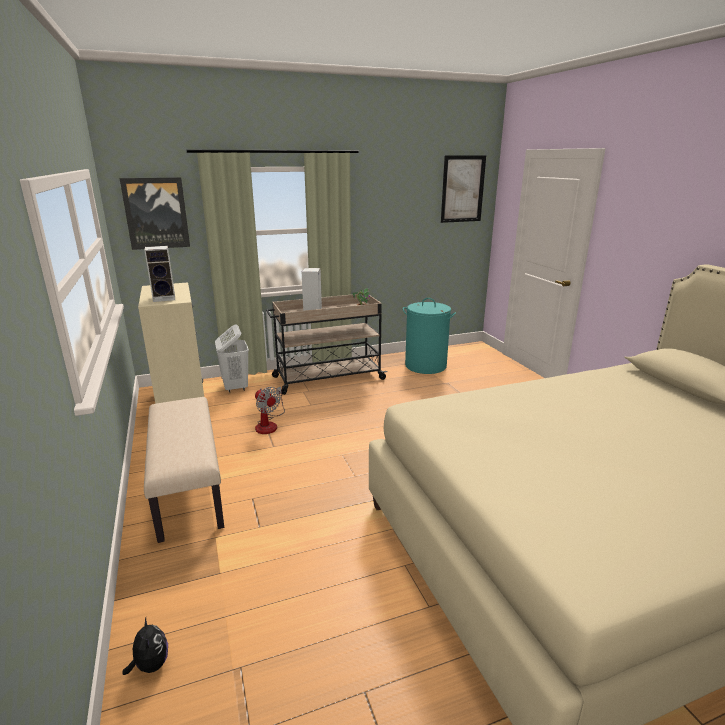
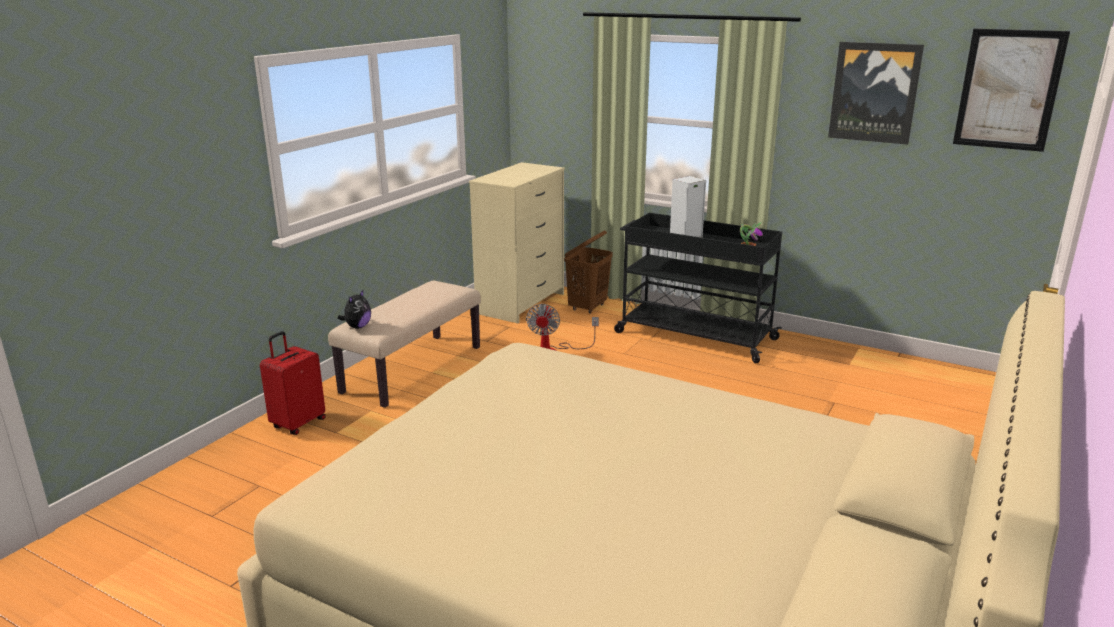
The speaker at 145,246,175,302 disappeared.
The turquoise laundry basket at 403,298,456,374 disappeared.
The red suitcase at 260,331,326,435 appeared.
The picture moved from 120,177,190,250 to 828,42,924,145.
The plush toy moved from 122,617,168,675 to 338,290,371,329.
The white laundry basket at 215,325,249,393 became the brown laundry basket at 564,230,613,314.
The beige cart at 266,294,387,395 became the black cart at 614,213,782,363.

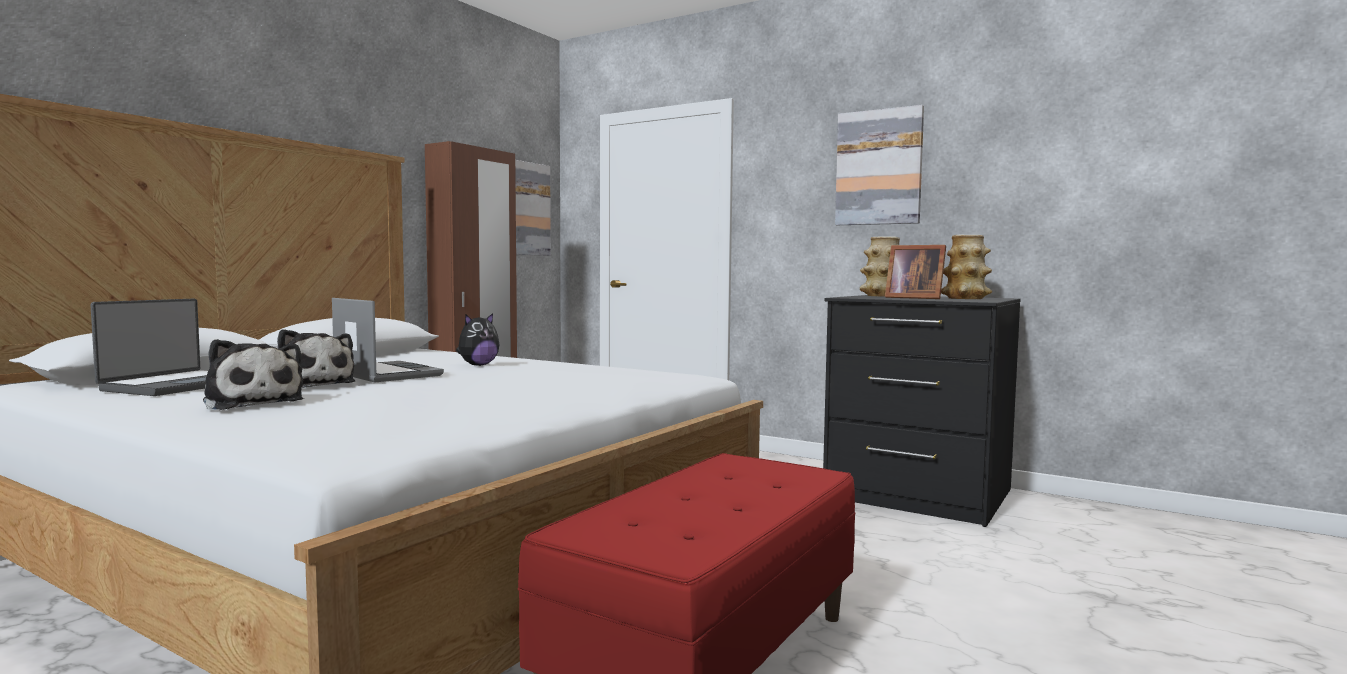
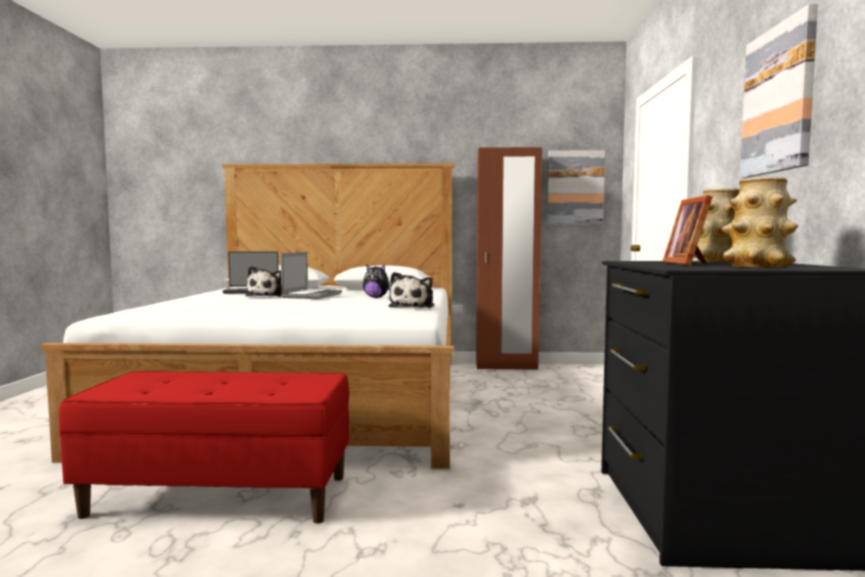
The plush toy moved from 203,339,304,410 to 389,272,434,308.

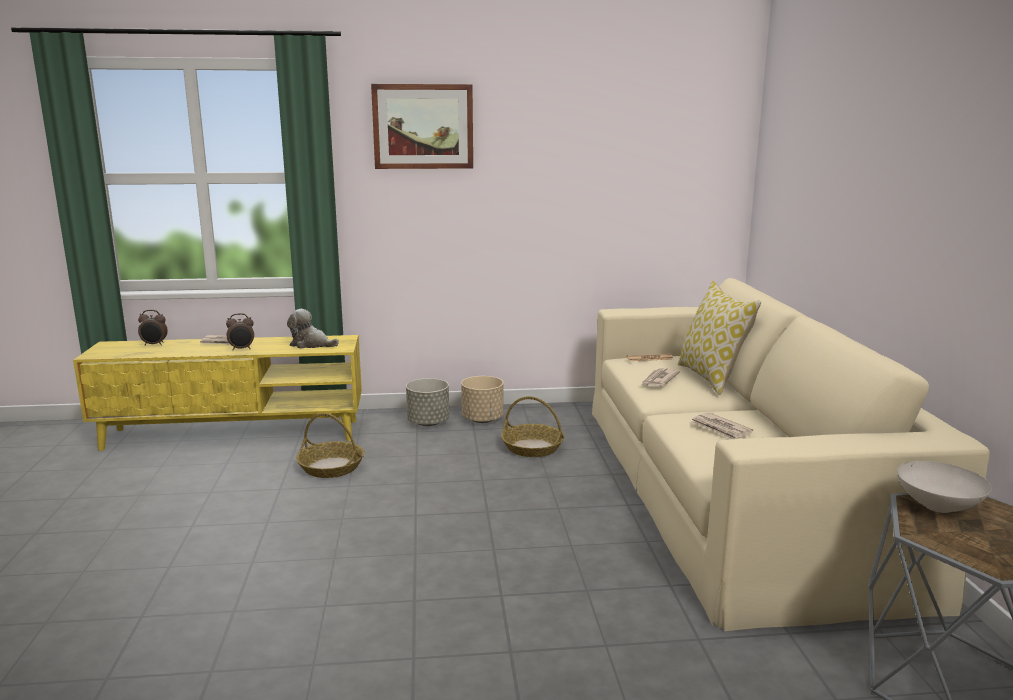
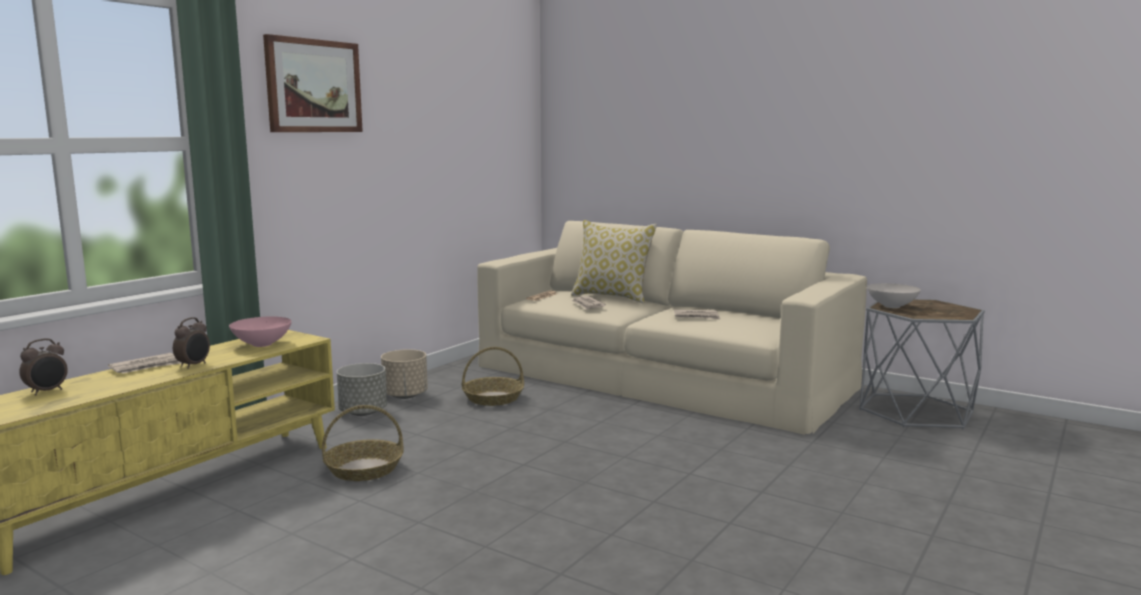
The plush toy at 287,309,339,348 was replaced by the pink bowl at 229,317,292,347.

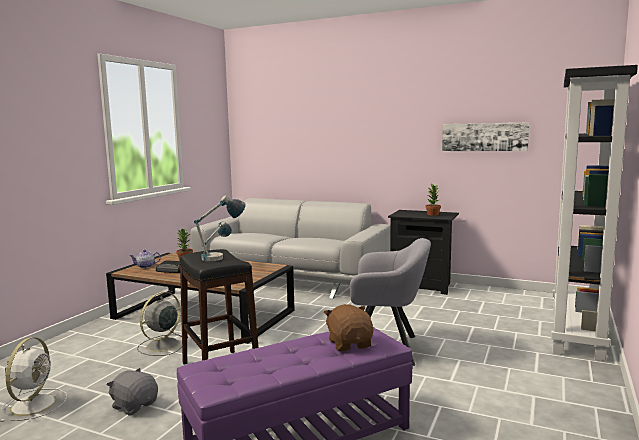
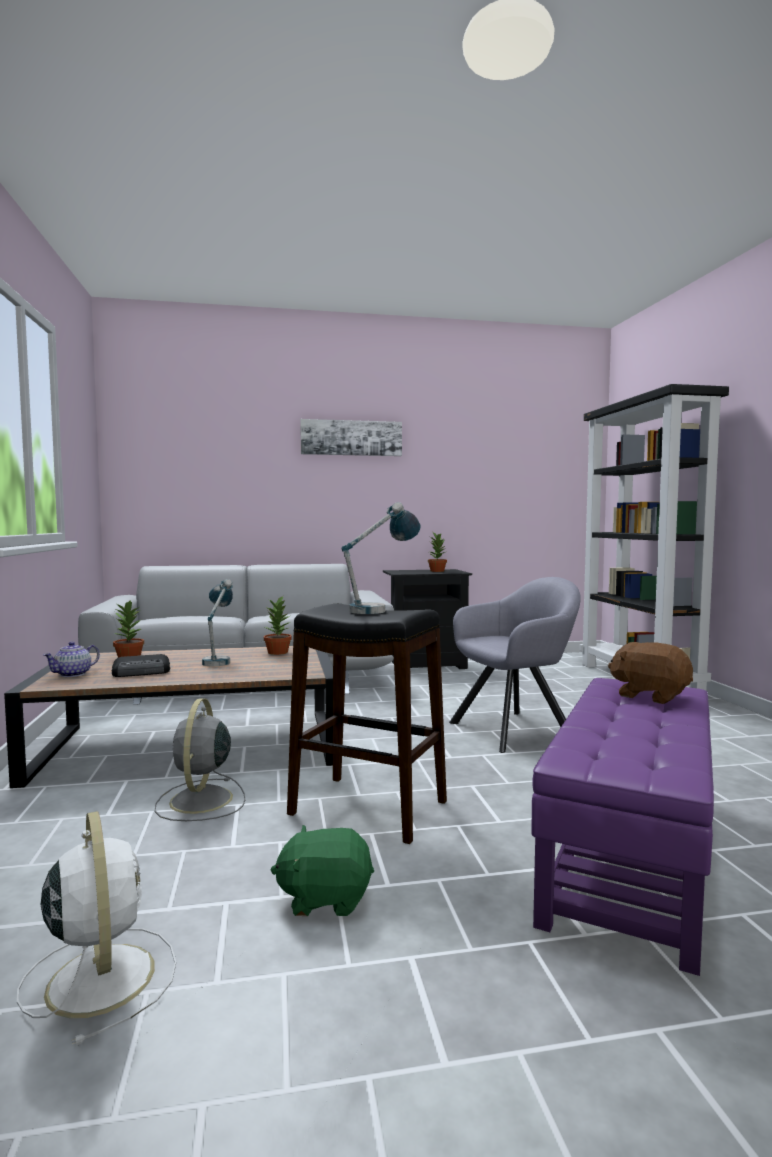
The potted plant at 264,596,292,655 appeared.
The picture moved from 442,122,529,151 to 300,419,402,456.
The grey plush toy at 107,368,158,416 became the green plush toy at 271,825,374,916.

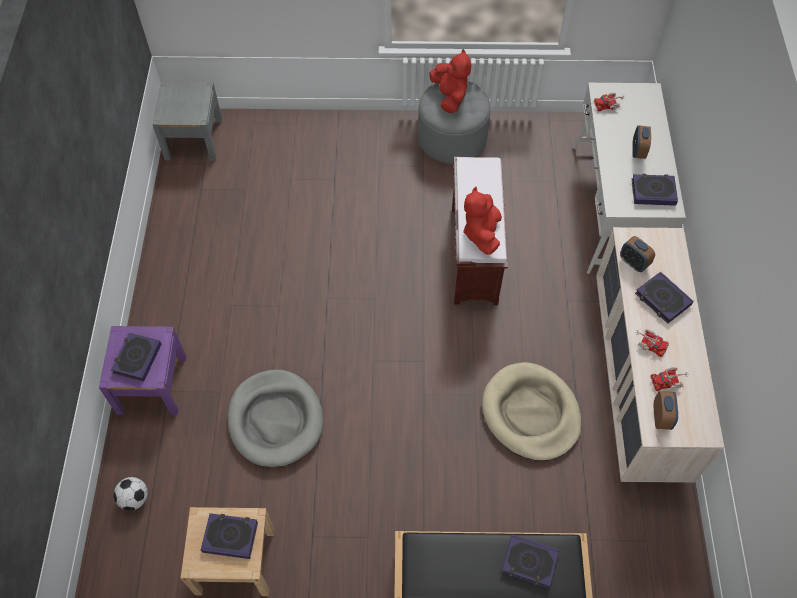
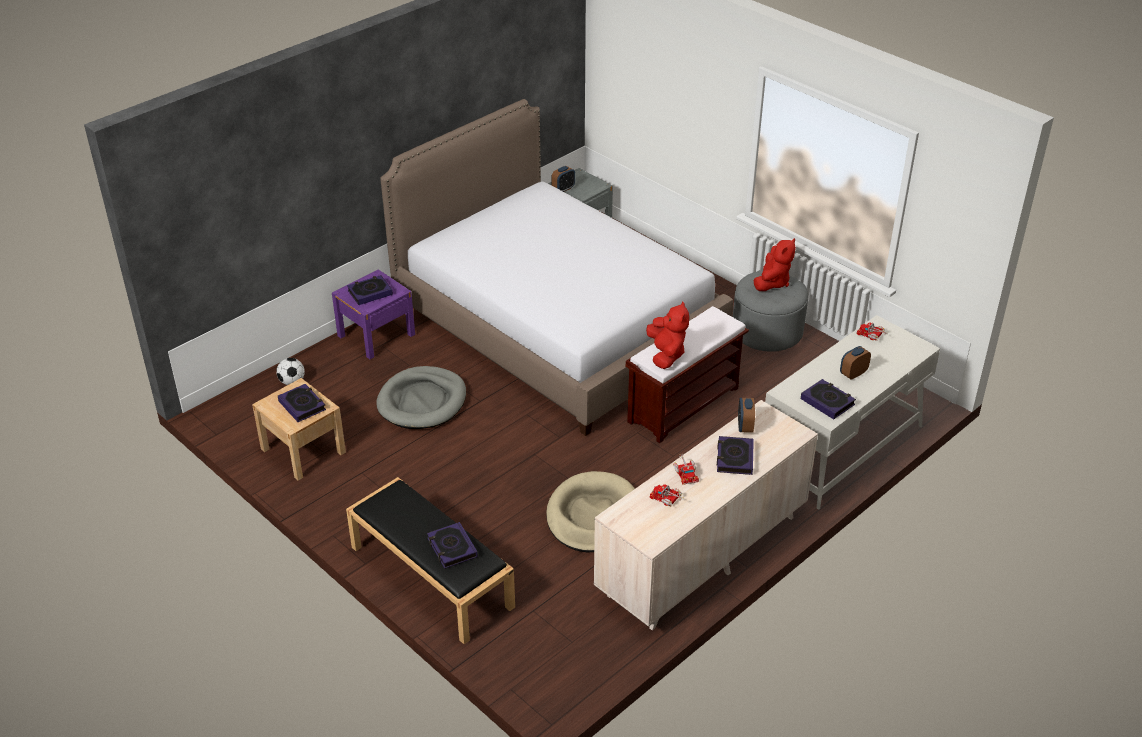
The bed at 380,99,733,436 appeared.
The alarm clock moved from 653,391,678,430 to 551,166,575,192.
The red plush toy at 463,186,502,255 turned 120 degrees clockwise.

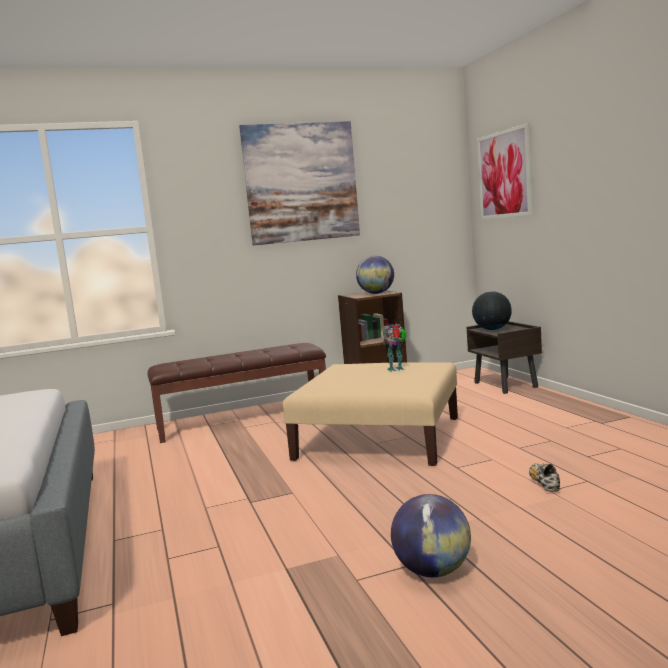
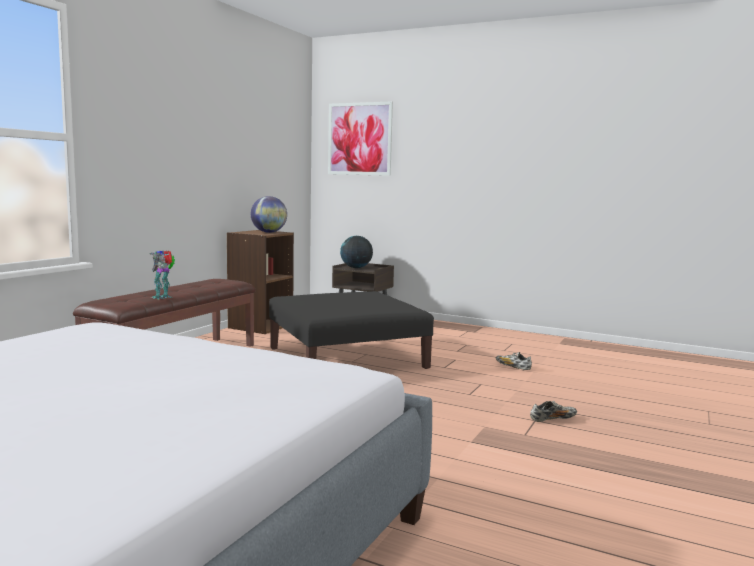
The picture at 239,121,360,245 disappeared.
The toy robot moved from 382,324,407,372 to 150,250,175,299.
The globe at 391,494,471,577 was replaced by the shoe at 530,401,577,422.
The beige ottoman at 283,362,458,466 became the black ottoman at 269,291,434,369.

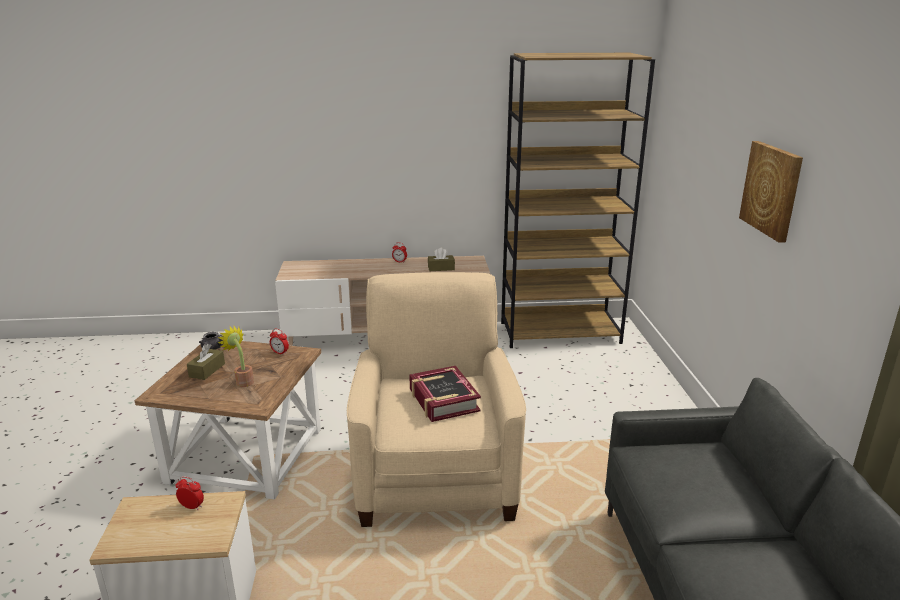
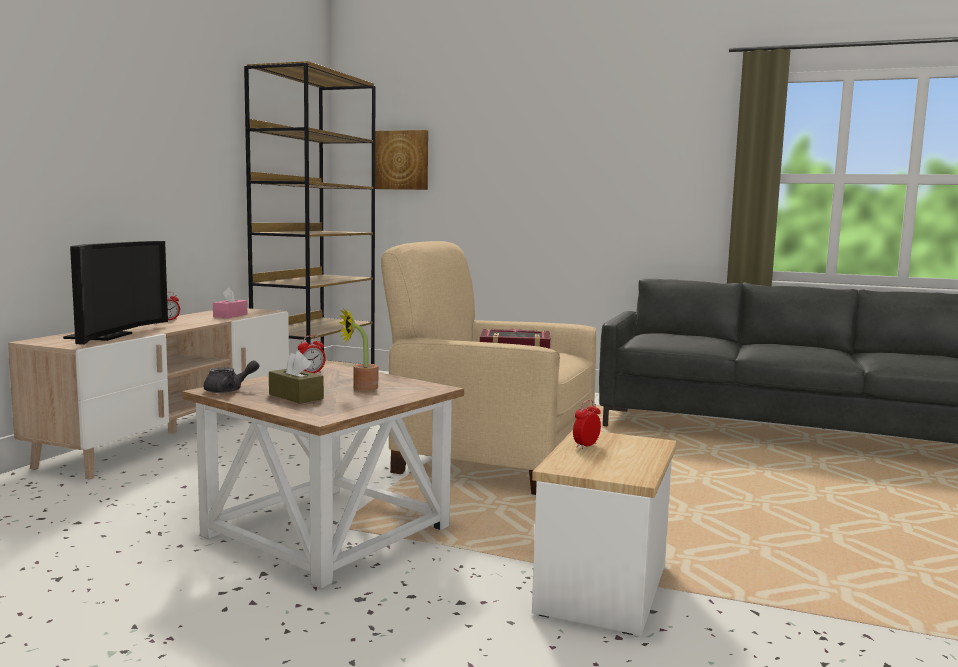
The television at 63,241,168,345 appeared.
The picture moved from 739,141,803,243 to 375,130,428,190.
The brown tissue box at 428,247,455,271 became the pink tissue box at 213,288,247,318.

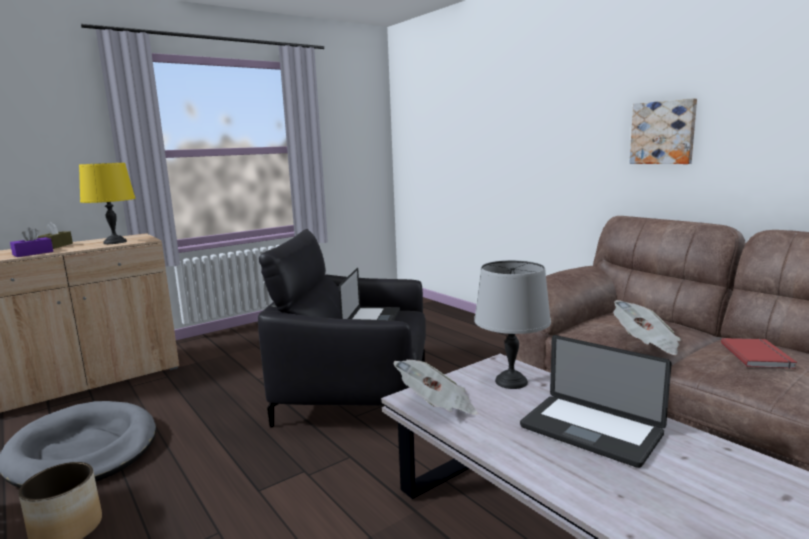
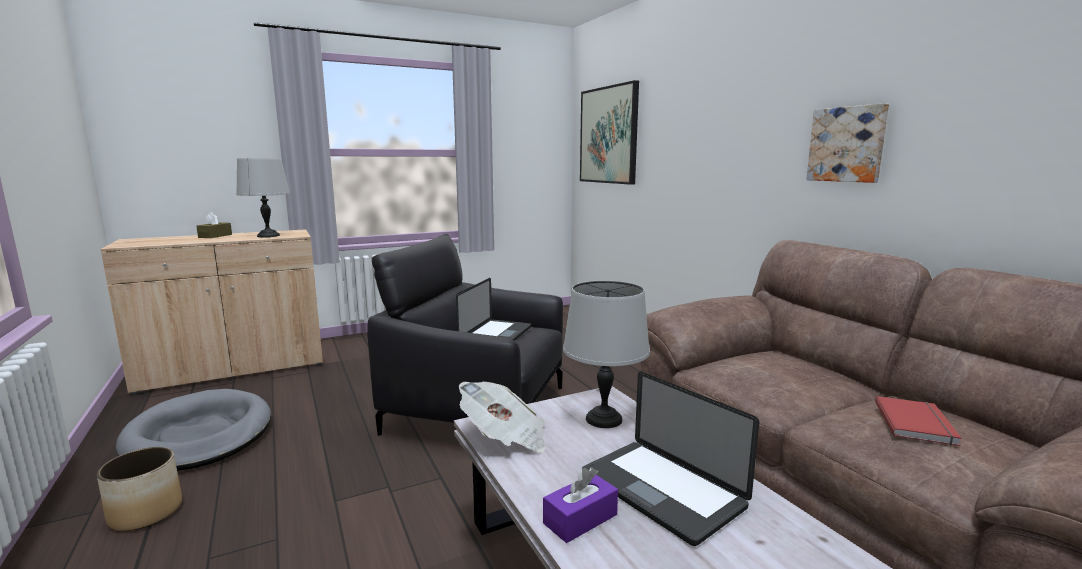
The newspaper at 613,300,681,355 disappeared.
The picture at 580,80,639,185 appeared.
The purple tissue box moved from 10,227,53,257 to 543,467,618,543.
The yellow table lamp at 79,163,135,244 became the grey table lamp at 236,158,290,237.

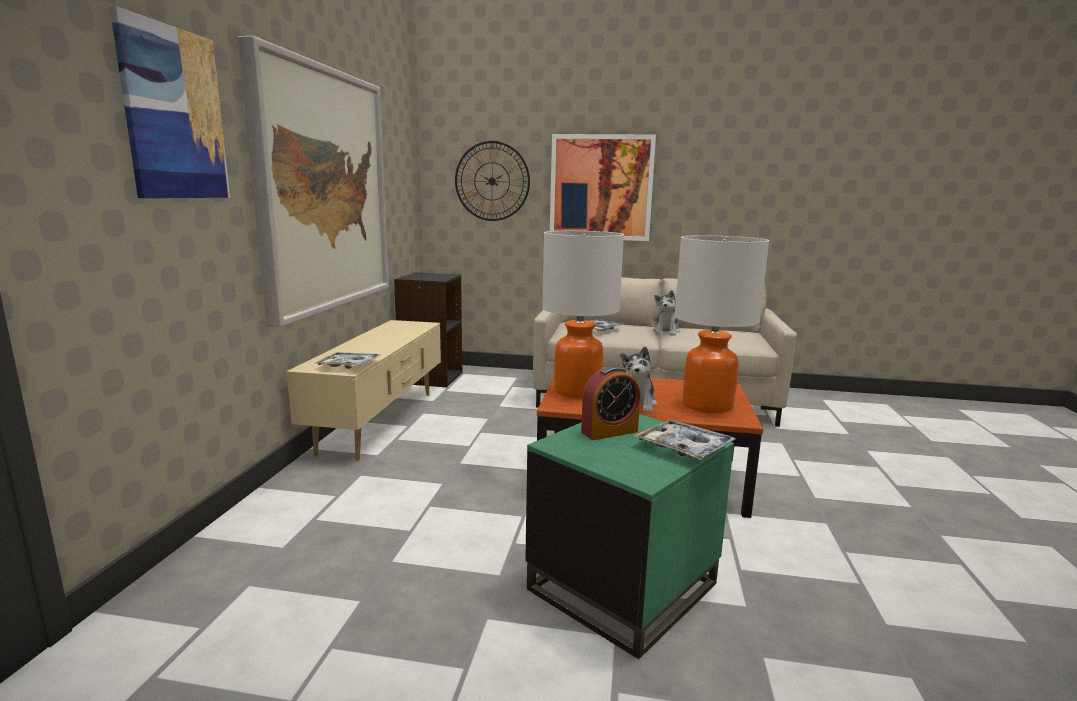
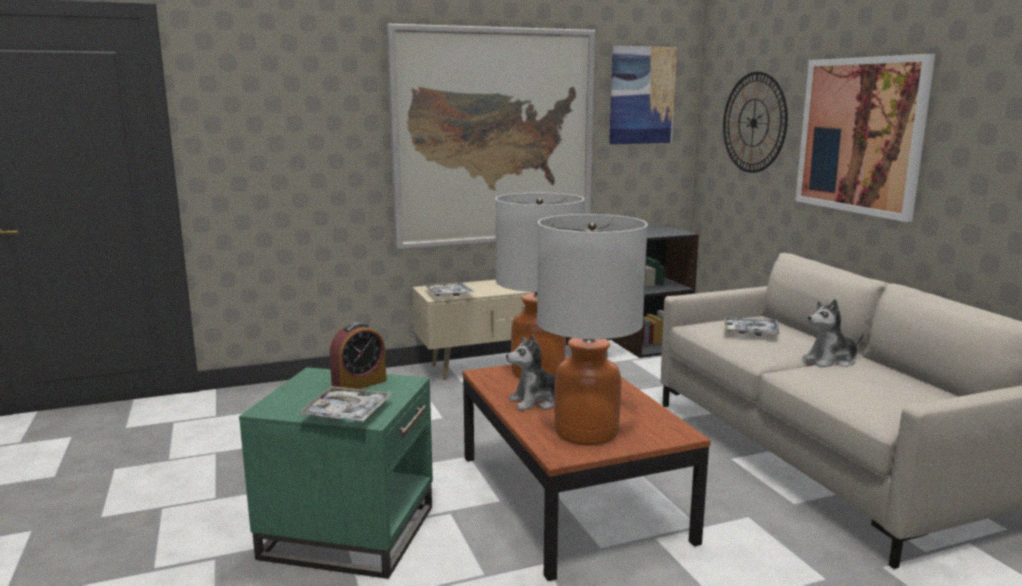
The picture moved from 110,6,230,198 to 609,46,677,144.
The alarm clock at 581,366,640,440 turned 75 degrees counterclockwise.

